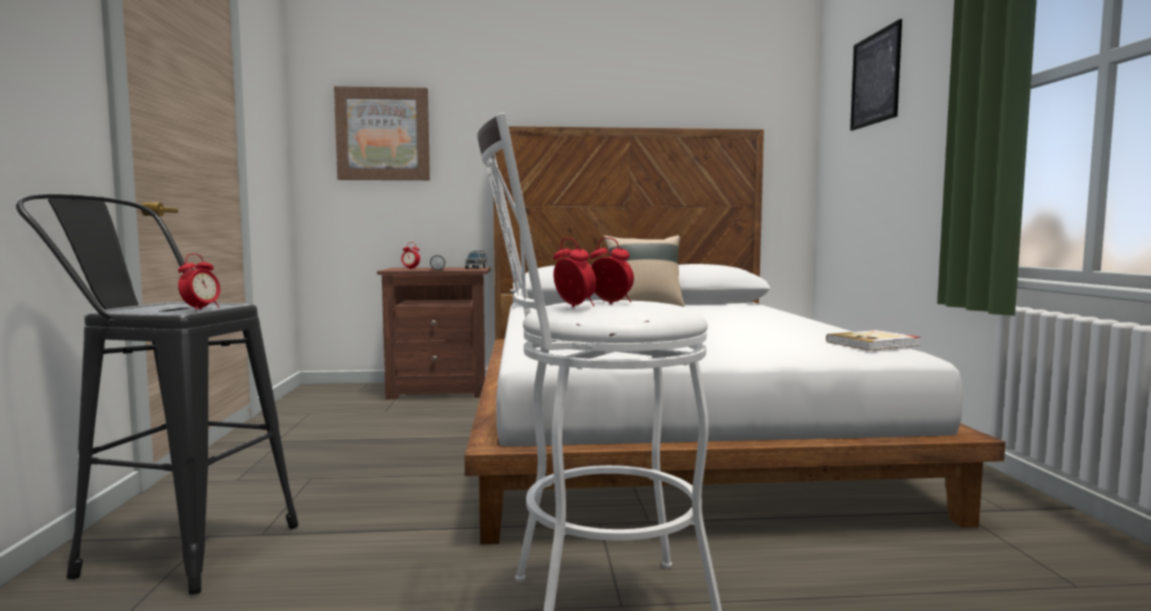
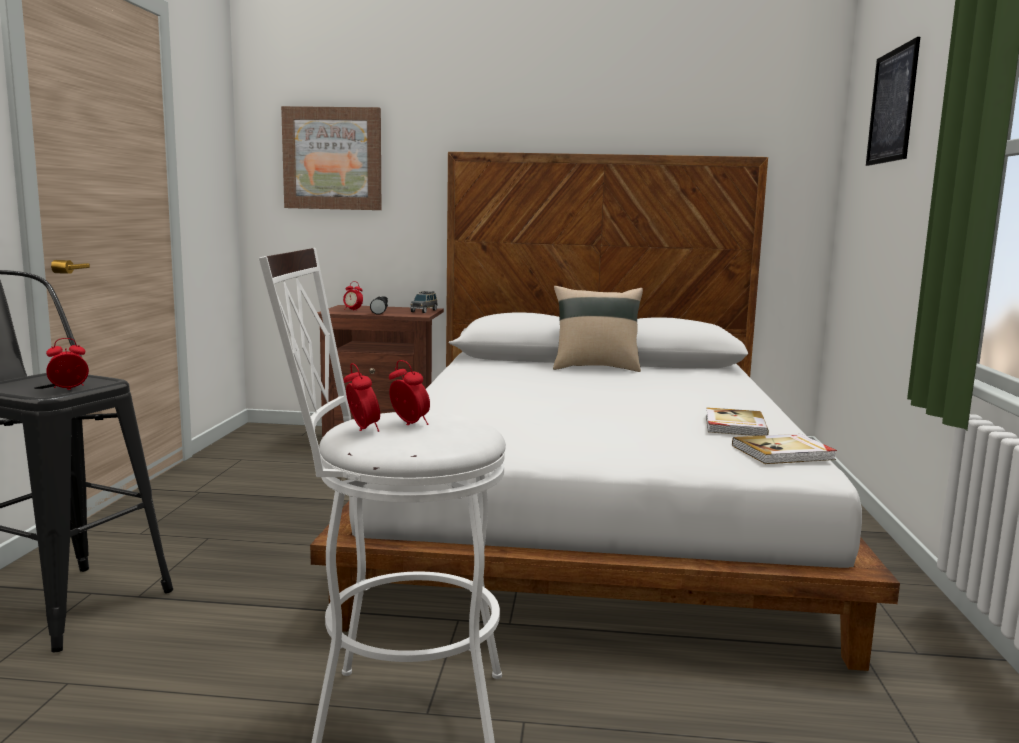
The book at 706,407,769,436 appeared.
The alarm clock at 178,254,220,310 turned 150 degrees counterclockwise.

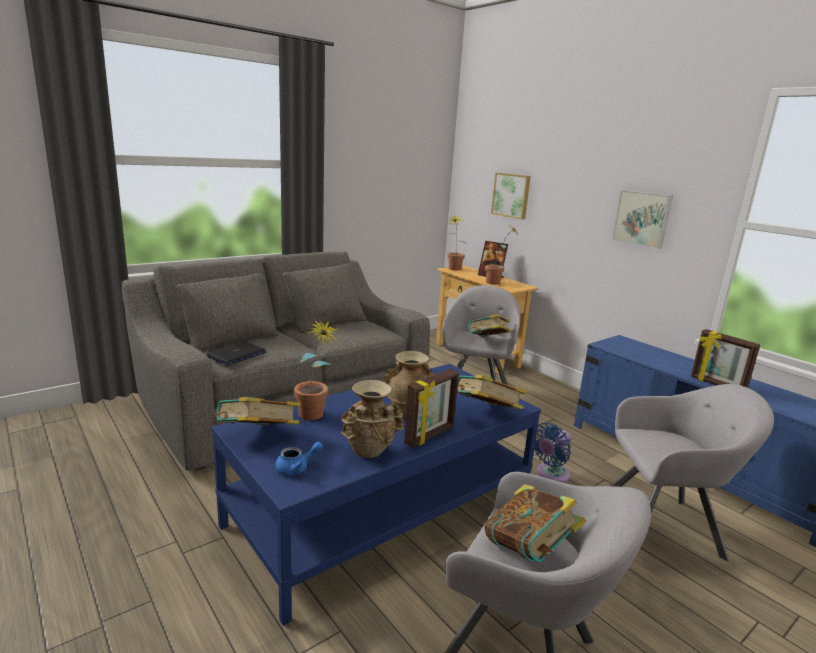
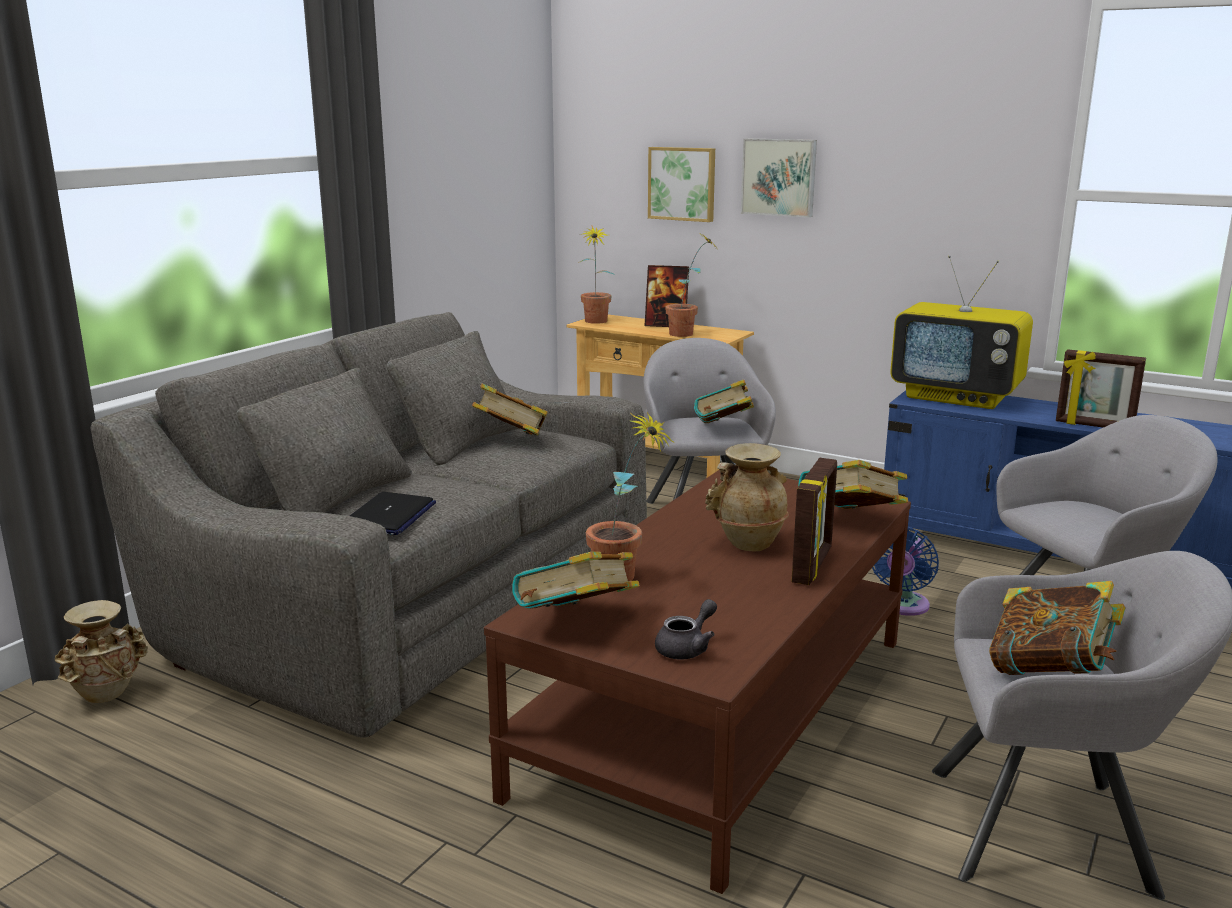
The book at 472,384,548,436 appeared.
The television at 890,255,1033,409 appeared.
The beige vase moved from 340,380,404,458 to 55,600,148,703.
The picture moved from 612,190,673,249 to 741,139,817,218.
The blue coffee table at 211,364,541,626 became the brown coffee table at 484,470,911,894.
The blue teapot at 275,442,323,476 became the grey teapot at 655,599,717,659.

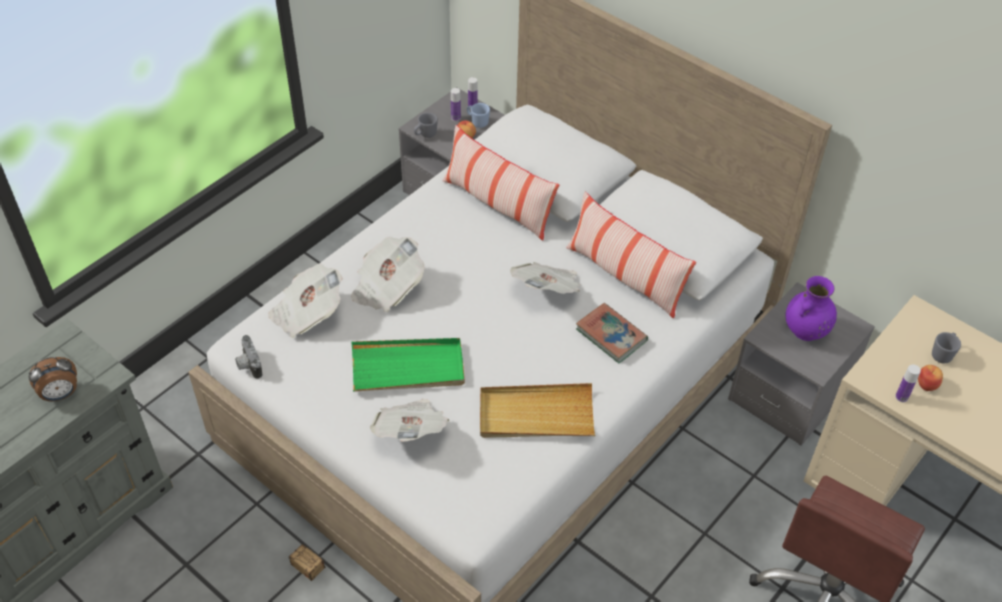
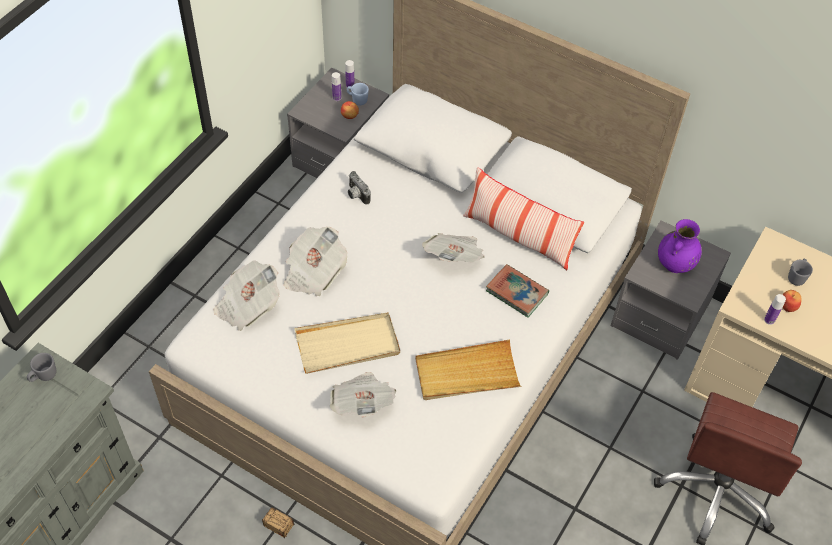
The alarm clock at 29,357,77,401 disappeared.
The pillow at 443,125,559,241 disappeared.
The photo camera moved from 235,335,263,379 to 348,171,371,205.
The grey mug moved from 414,113,438,138 to 27,353,56,382.
The green tray at 351,338,465,392 became the beige tray at 294,312,400,374.

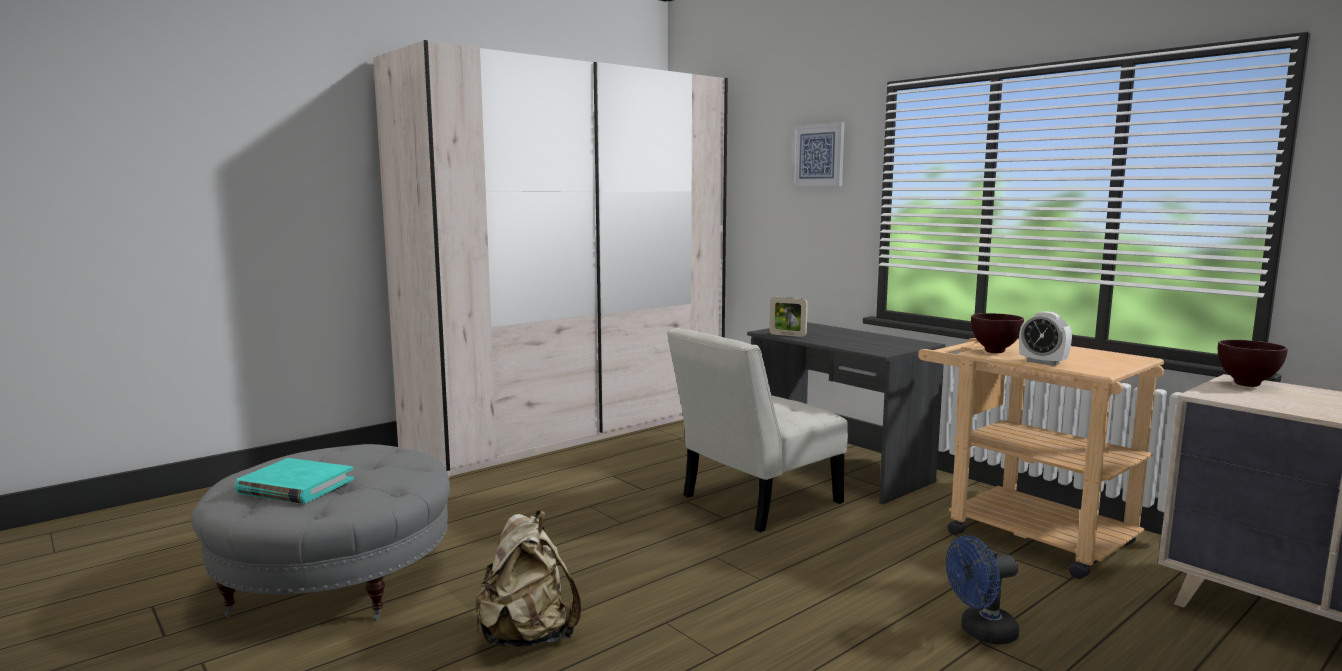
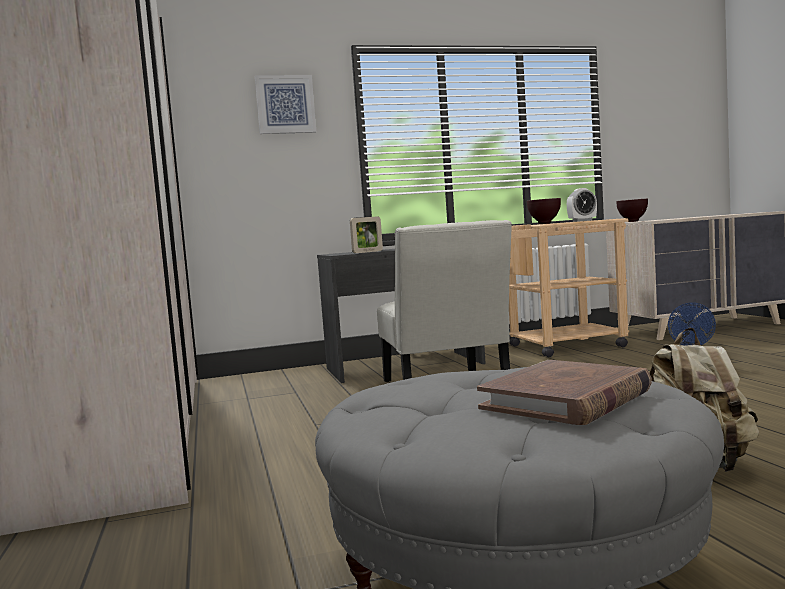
The turquoise book at 235,458,354,504 became the brown book at 477,360,652,425.

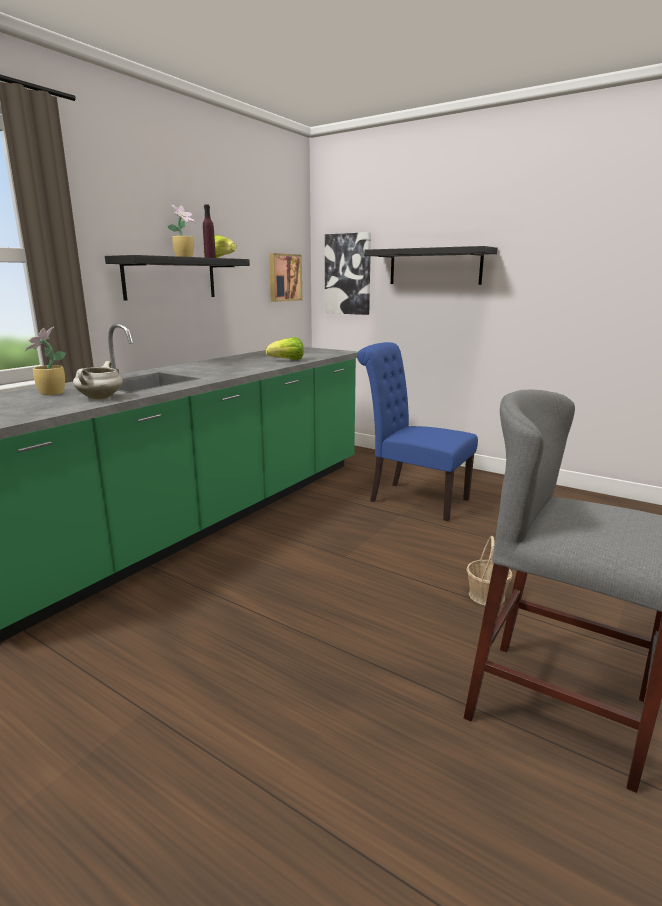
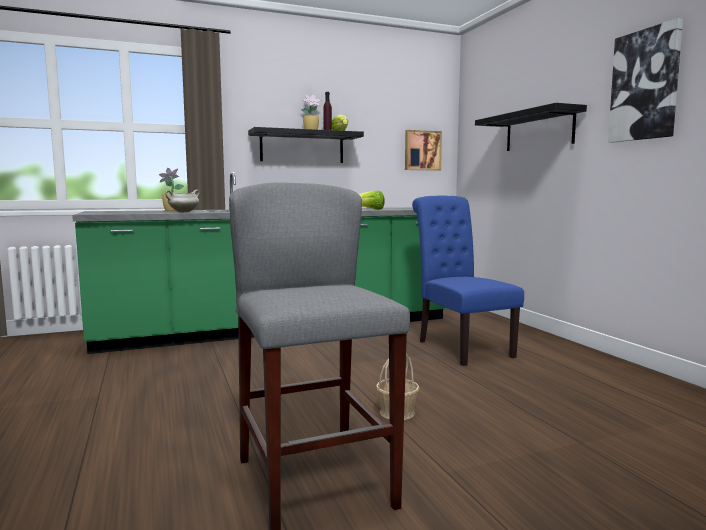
The picture moved from 325,232,371,315 to 608,18,683,143.

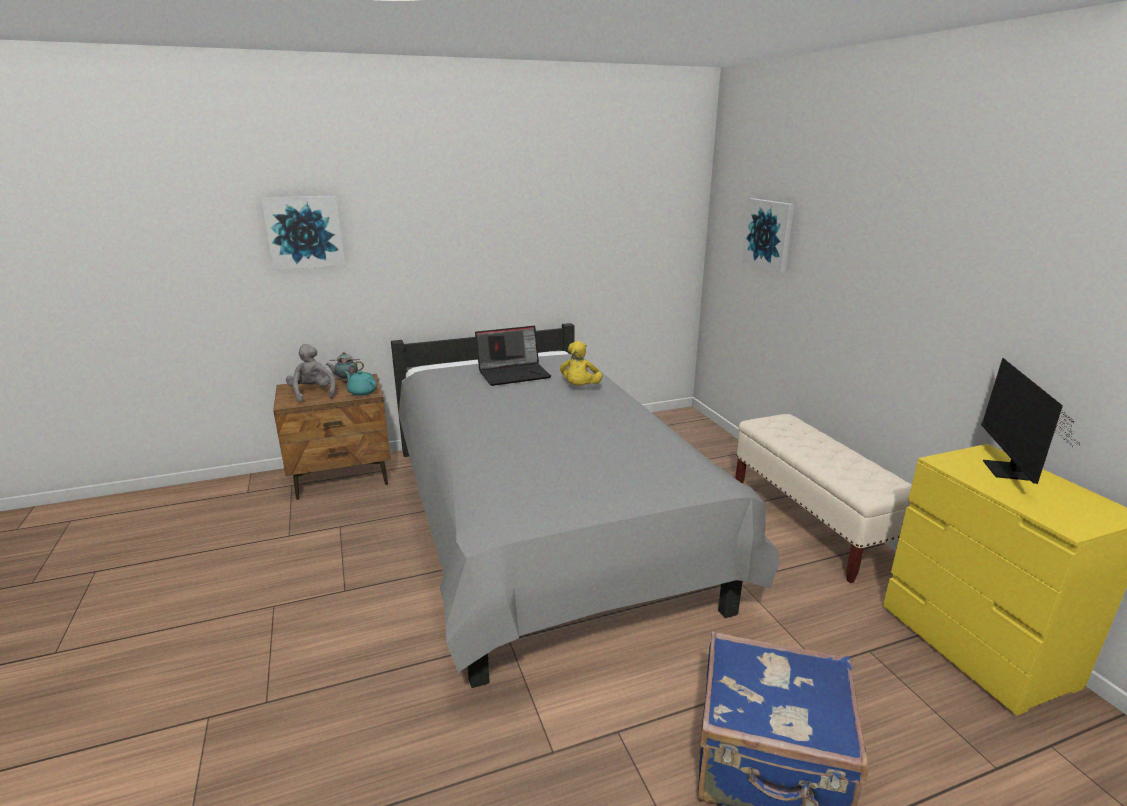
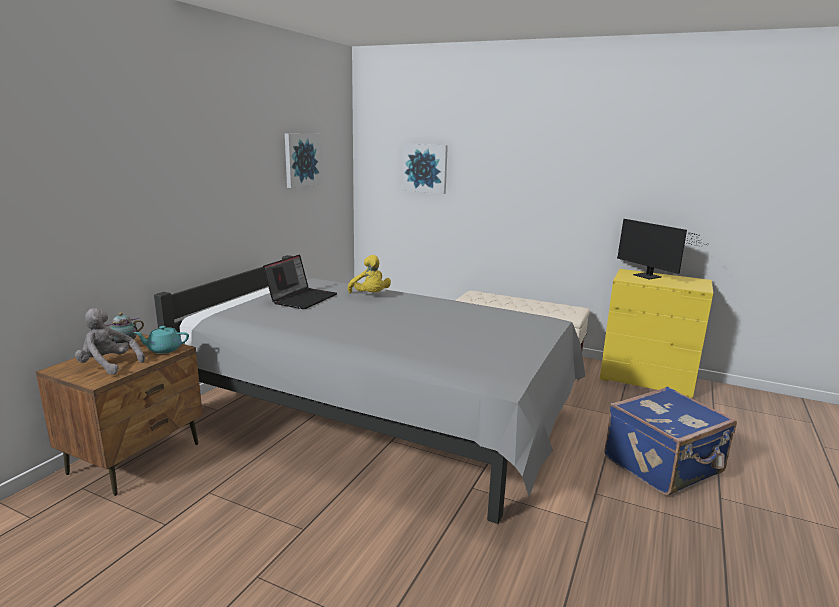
The picture moved from 261,196,345,270 to 285,134,321,188.

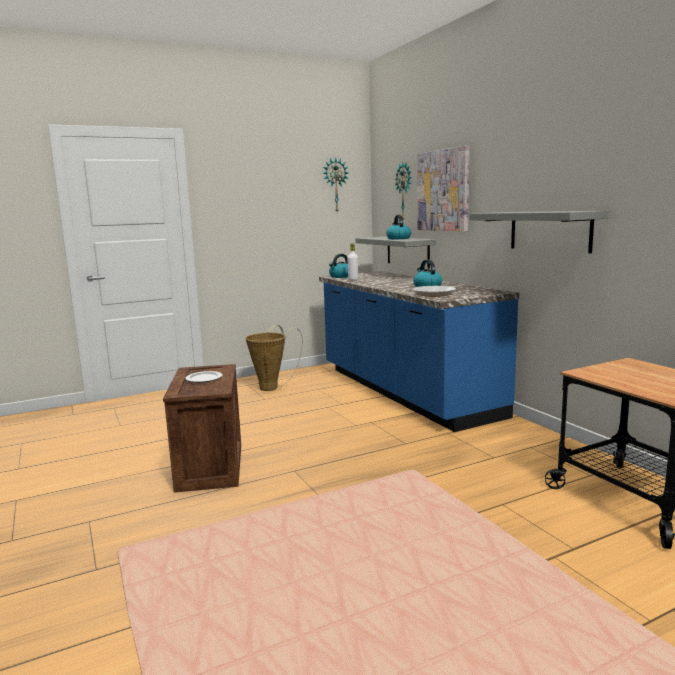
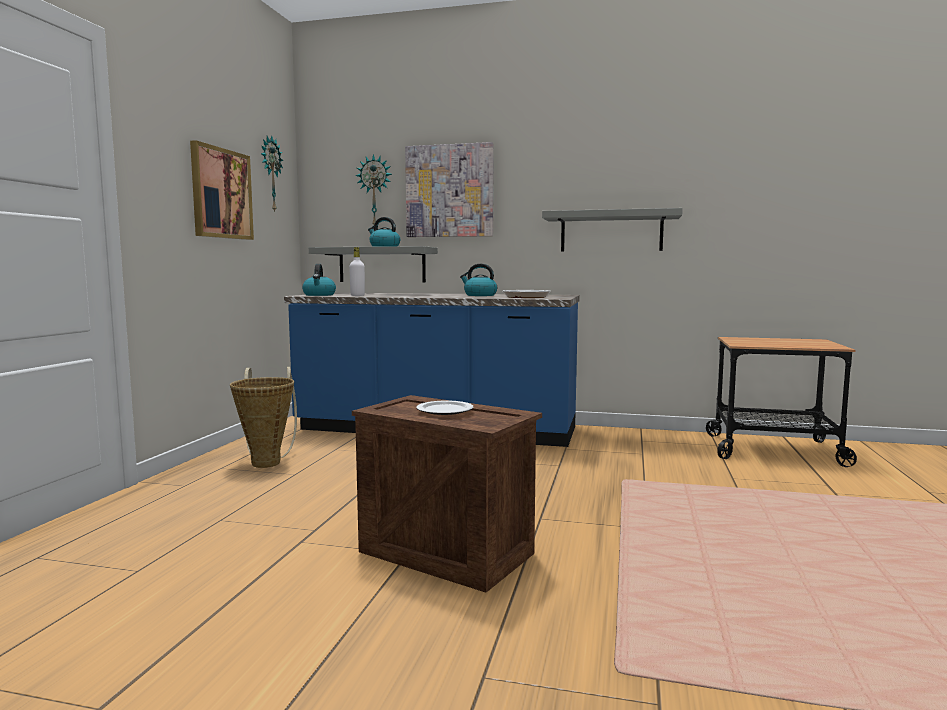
The picture at 190,140,254,240 appeared.

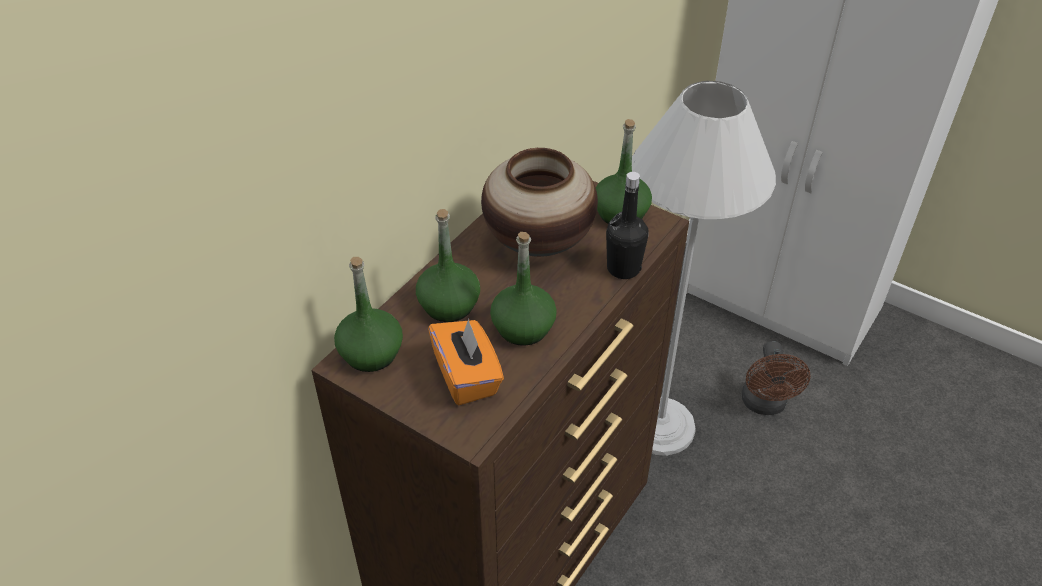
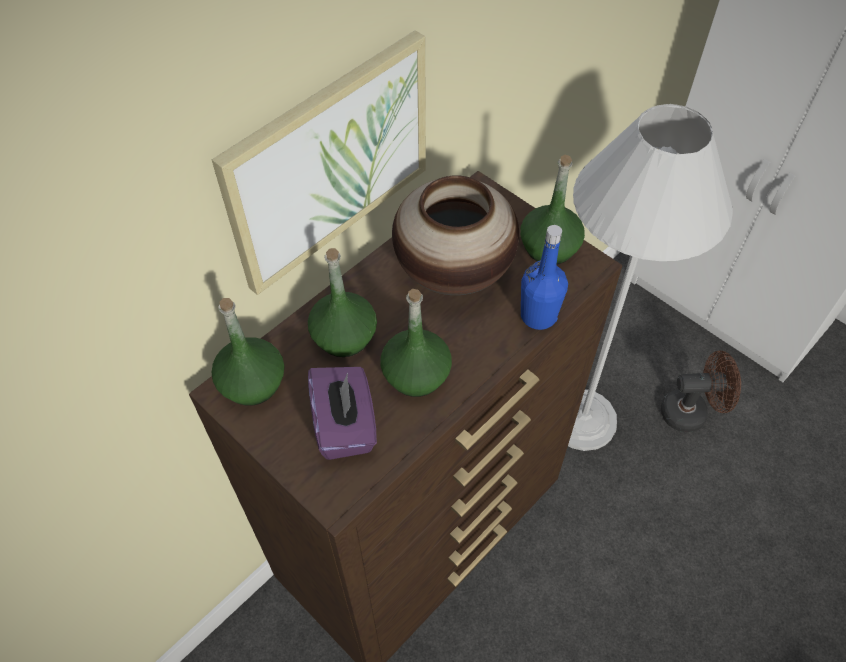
The picture at 212,30,426,295 appeared.
The orange tissue box at 428,319,504,405 became the purple tissue box at 308,367,377,460.
The black bottle at 606,172,648,279 became the blue bottle at 521,225,568,330.
The brown fan at 741,341,810,415 turned 105 degrees counterclockwise.

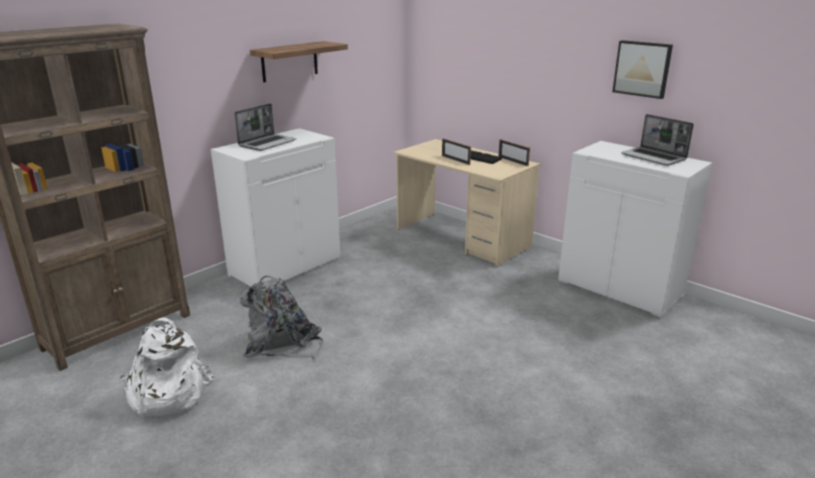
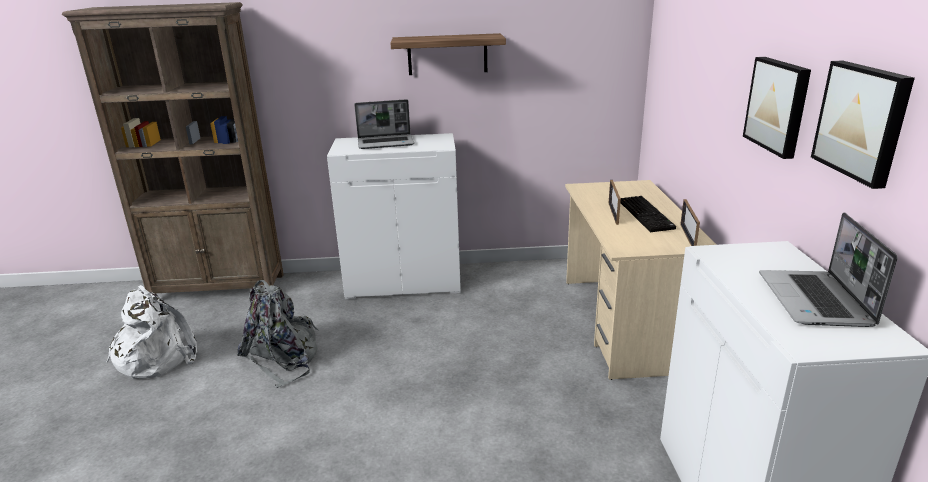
The picture at 743,57,811,159 appeared.

